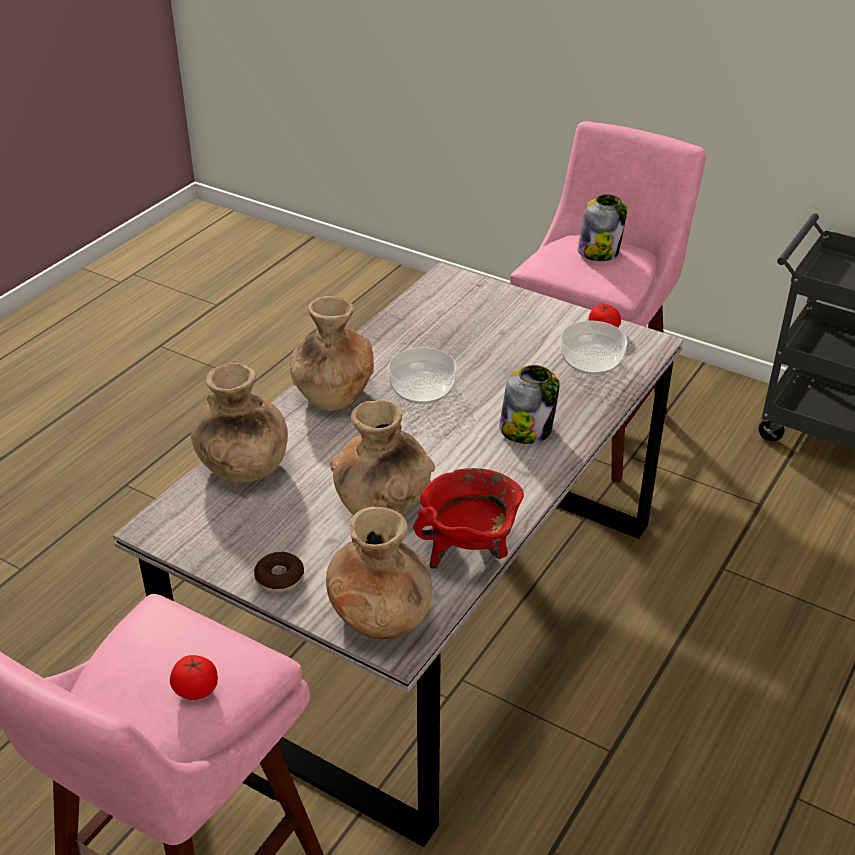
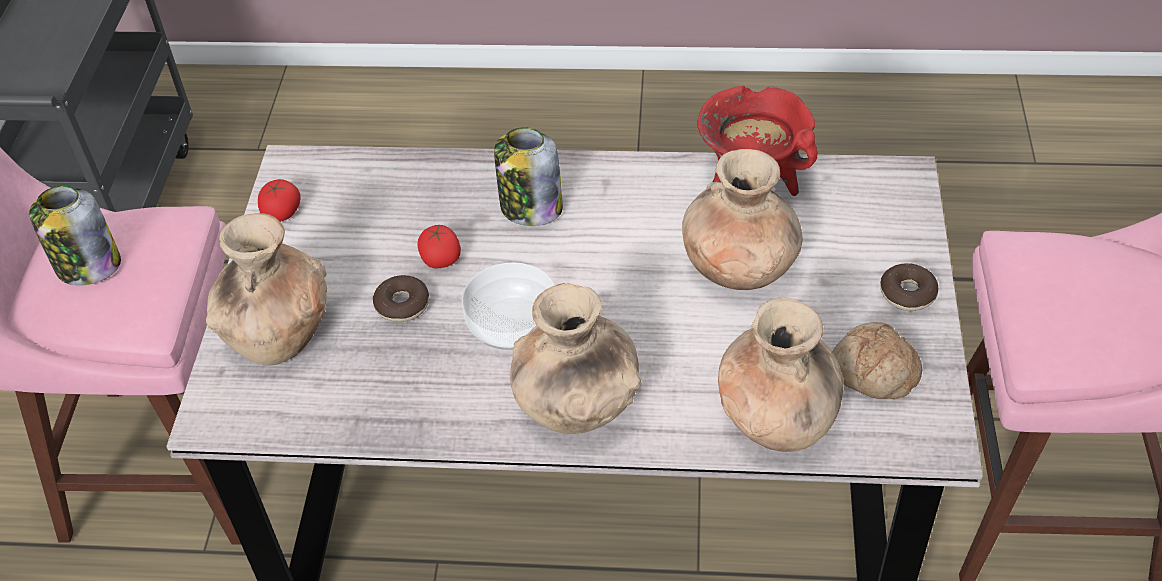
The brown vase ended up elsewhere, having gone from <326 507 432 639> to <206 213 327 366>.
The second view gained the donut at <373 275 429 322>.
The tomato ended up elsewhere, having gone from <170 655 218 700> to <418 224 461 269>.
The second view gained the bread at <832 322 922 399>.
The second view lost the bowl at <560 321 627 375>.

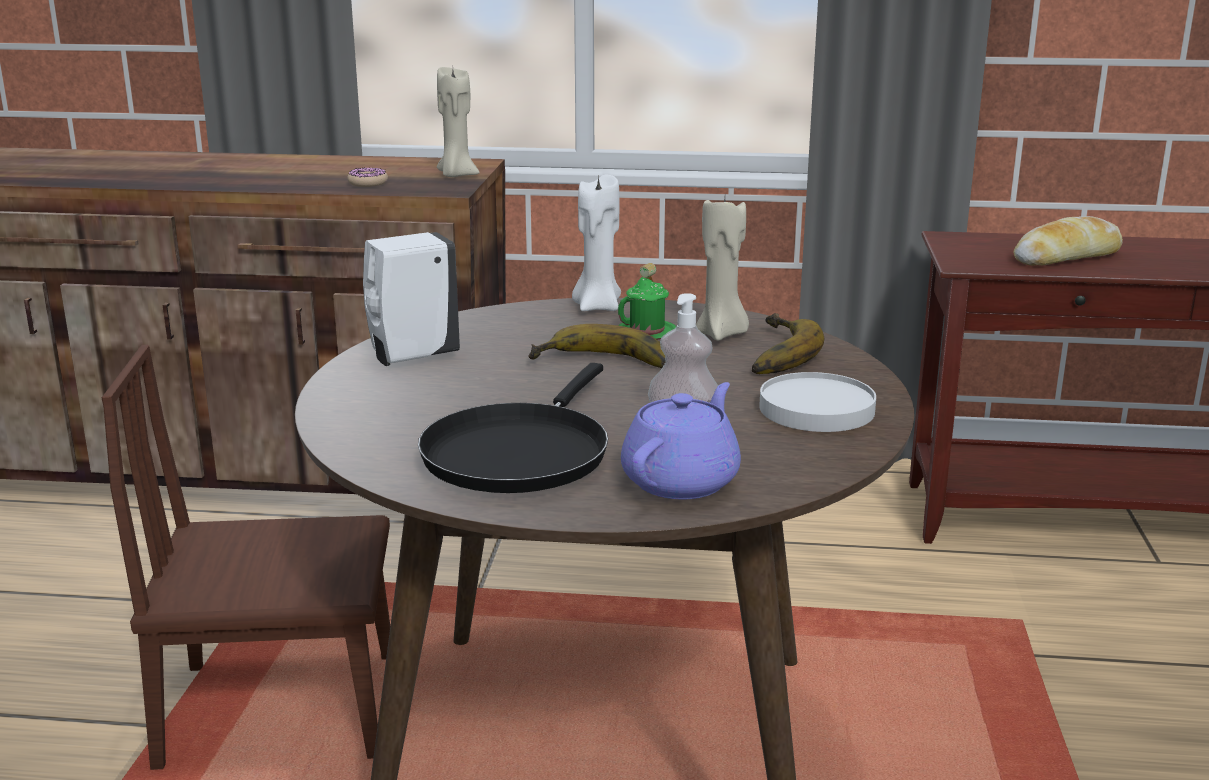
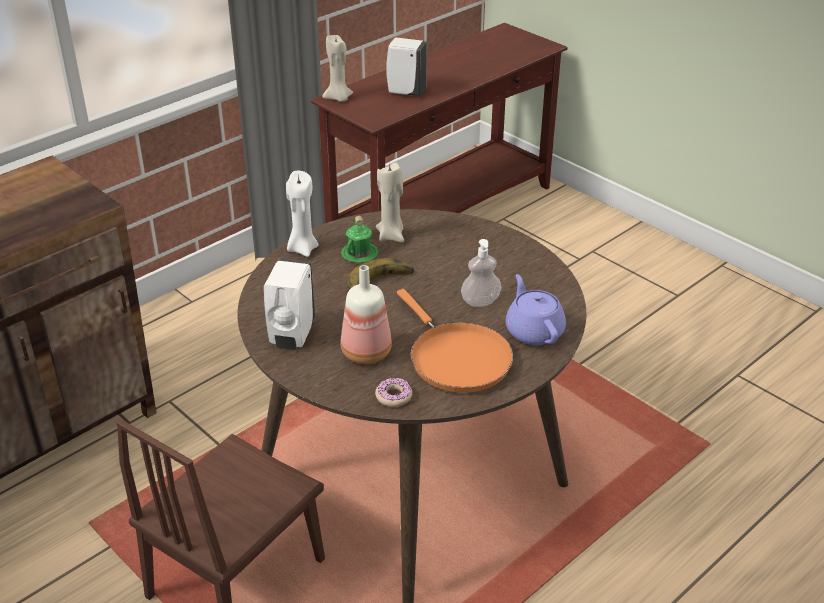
The beige candle ended up elsewhere, having gone from <437 67 480 177> to <322 35 353 102>.
The second view gained the bottle at <341 265 392 364>.
The donut ended up elsewhere, having gone from <347 167 388 187> to <375 377 412 407>.
Where the bread stood at <1013 216 1123 266>, the white soap dispenser came to stand at <386 37 427 96>.
What was the black frying pan at <418 363 608 493> turned into the orange frying pan at <397 289 513 393>.
The second view lost the banana at <752 313 824 374>.
The second view lost the white plate at <759 372 876 432>.

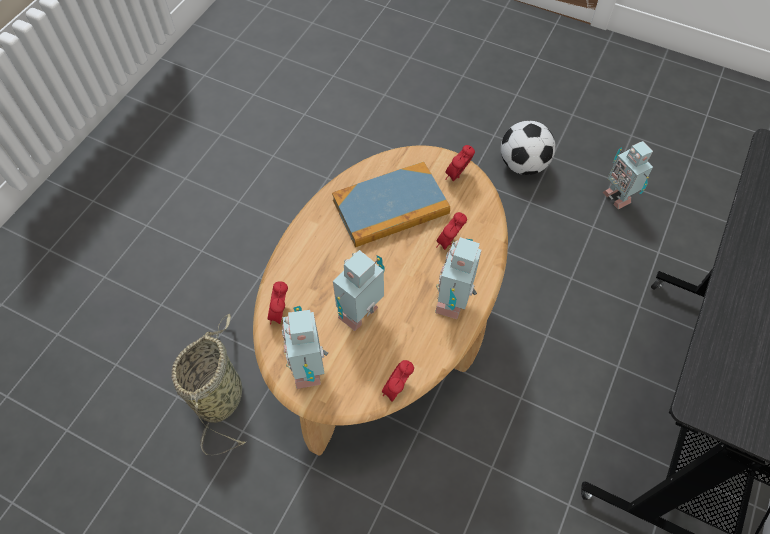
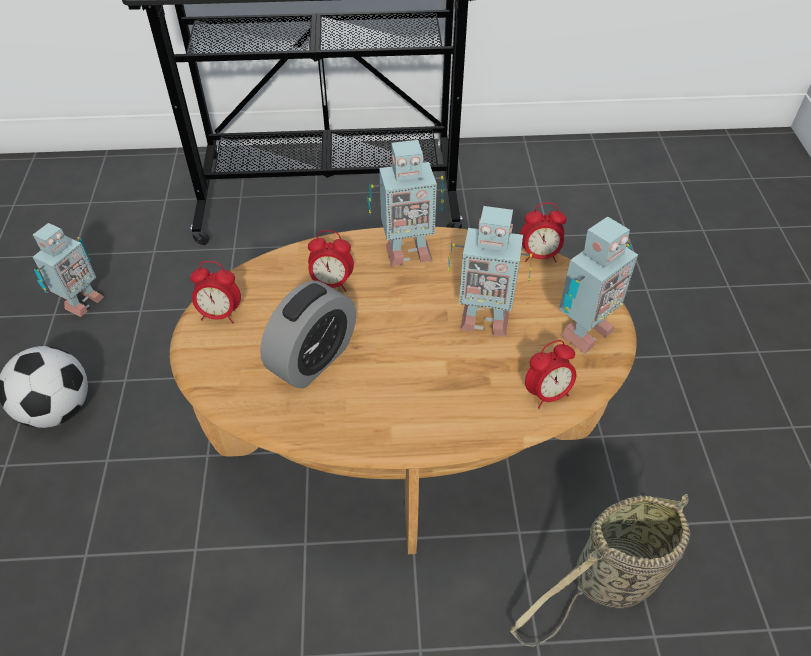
Where the book stood at <332 162 450 247>, the alarm clock came to stand at <260 281 356 389>.

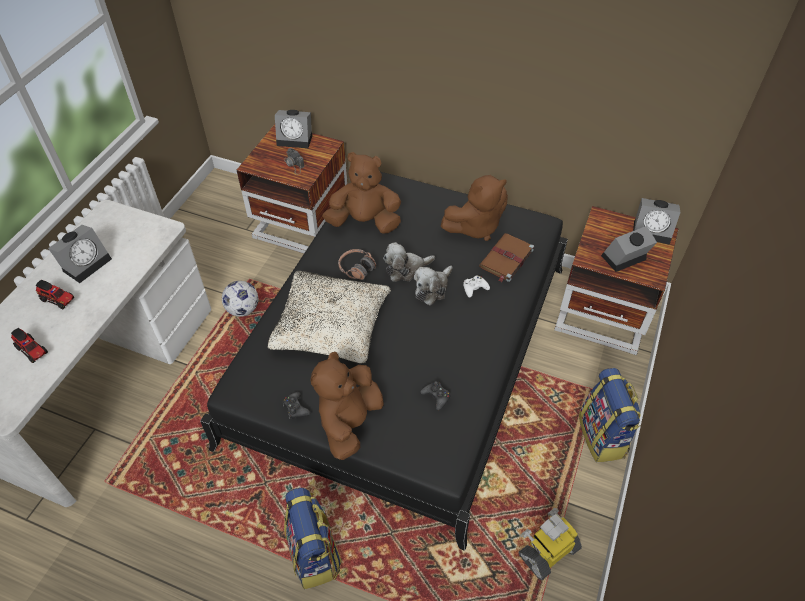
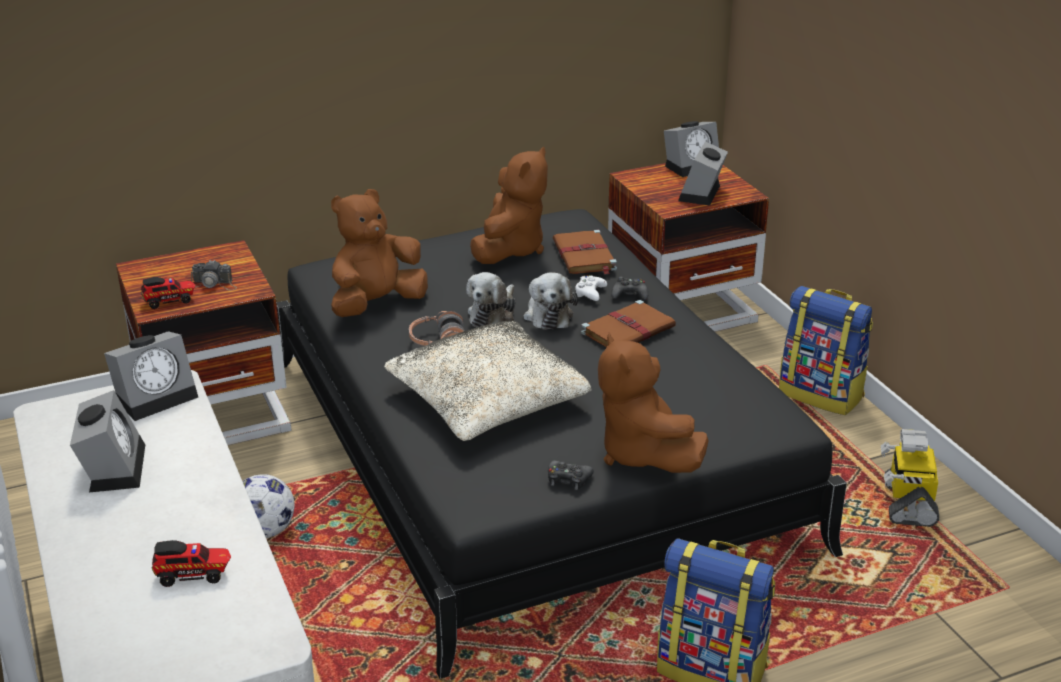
The alarm clock ended up elsewhere, having gone from <275 110 313 148> to <104 331 198 421>.
The toy truck ended up elsewhere, having gone from <35 280 74 309> to <141 277 195 309>.
The second view gained the brown book at <581 300 676 348>.
The black game controller ended up elsewhere, having gone from <421 381 450 410> to <611 276 648 300>.

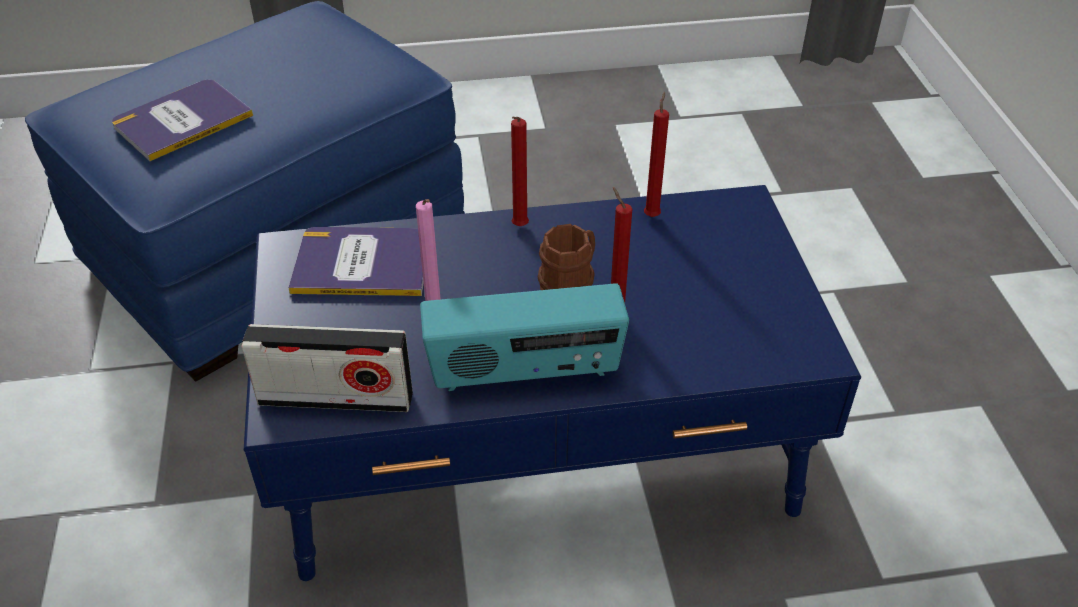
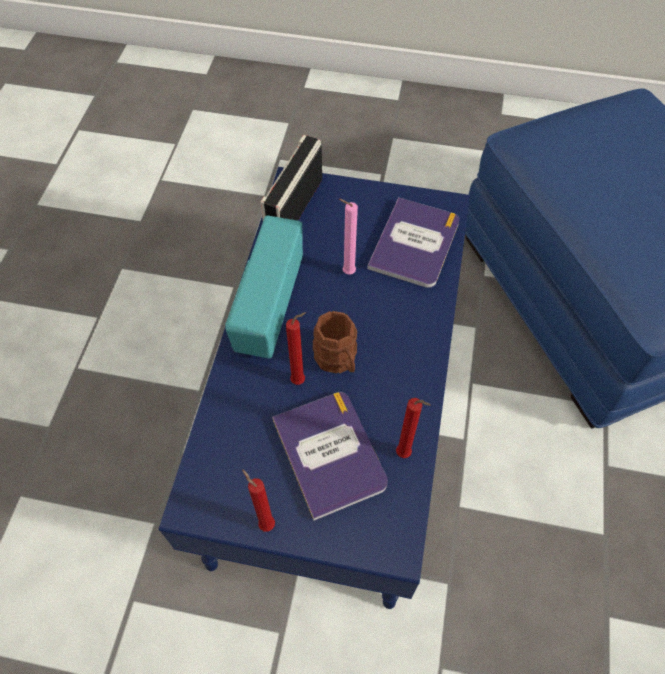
The red candle ended up elsewhere, having gone from <511 117 529 226> to <242 469 275 532>.
The book ended up elsewhere, having gone from <112 80 253 161> to <272 392 388 521>.

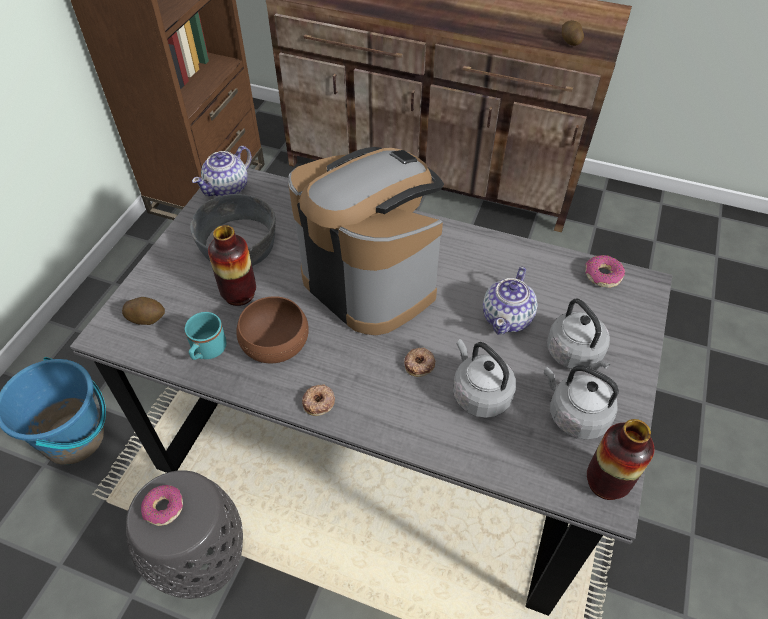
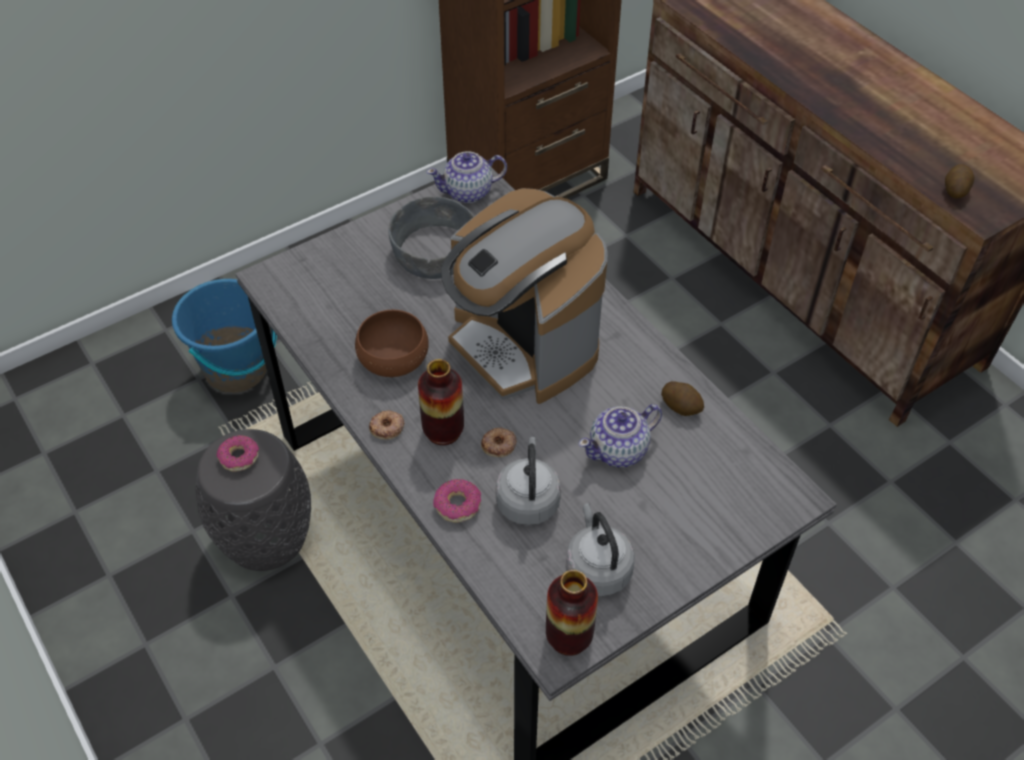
The vase ended up elsewhere, having gone from <208 225 256 306> to <418 359 464 445>.
The donut ended up elsewhere, having gone from <585 255 625 288> to <433 479 481 523>.
The coffee machine at <288 147 444 335> ended up facing another way, 150 degrees clockwise from before.
The potato ended up elsewhere, having gone from <122 297 165 325> to <661 381 704 416>.
The second view lost the turquoise mug at <184 312 226 360>.
The second view lost the grey kettle at <547 298 610 370>.

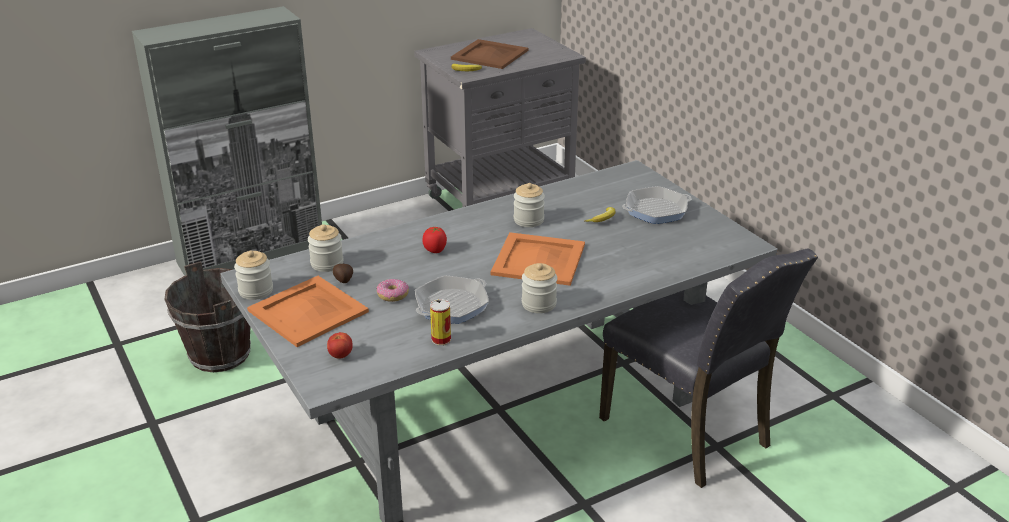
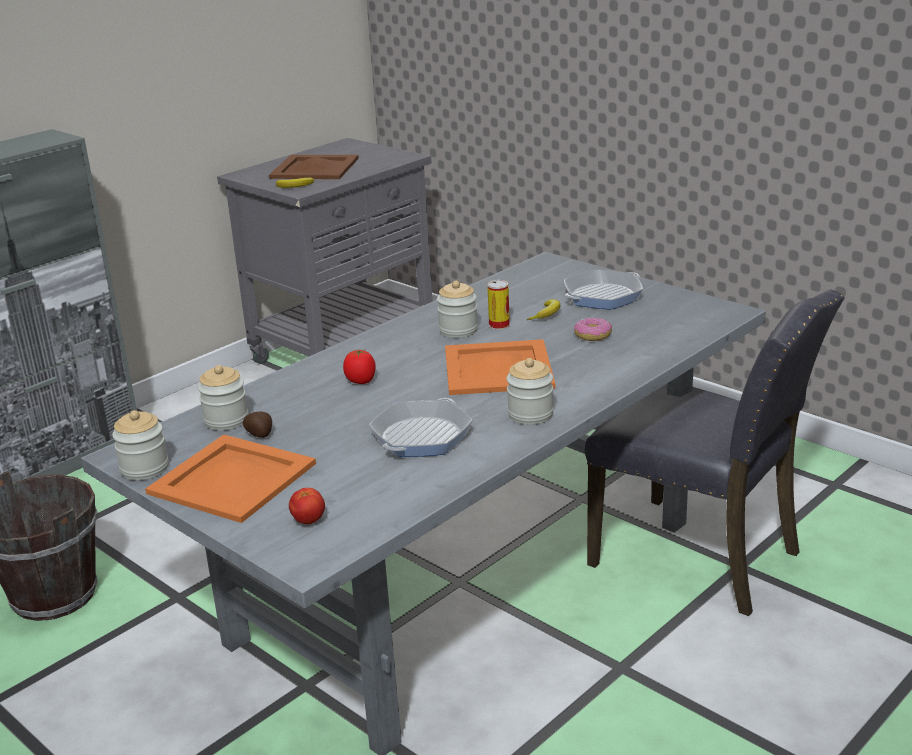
The can ended up elsewhere, having gone from <430 299 451 346> to <487 280 510 330>.
The donut ended up elsewhere, having gone from <377 279 409 302> to <574 318 612 341>.

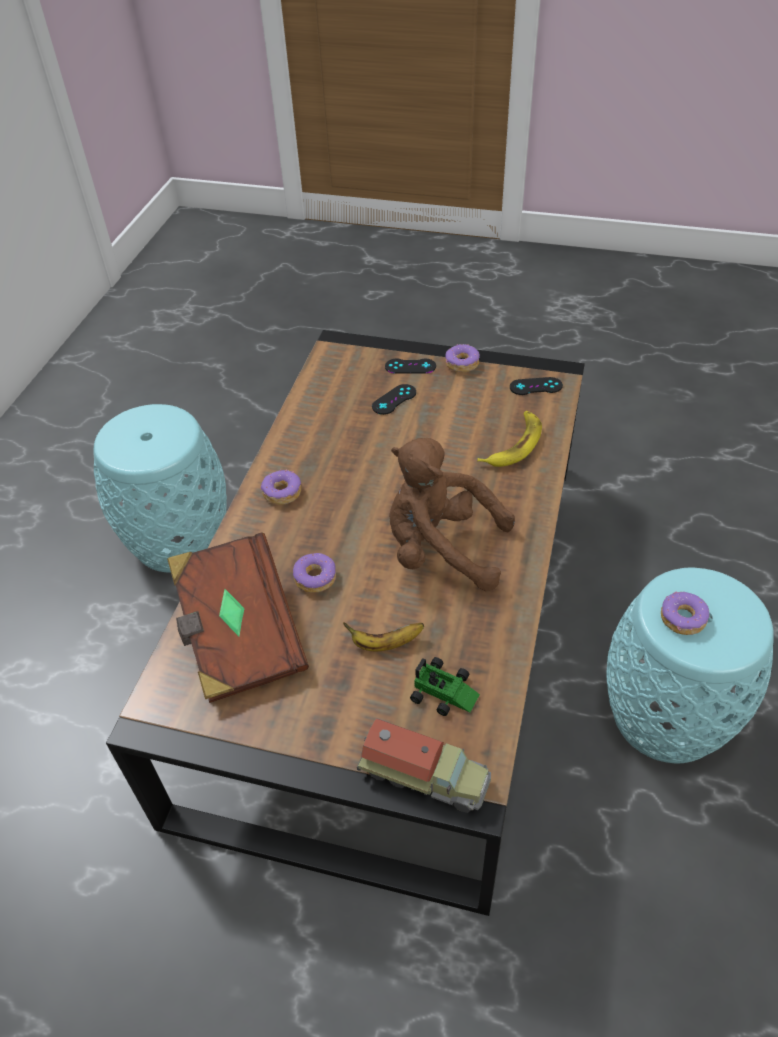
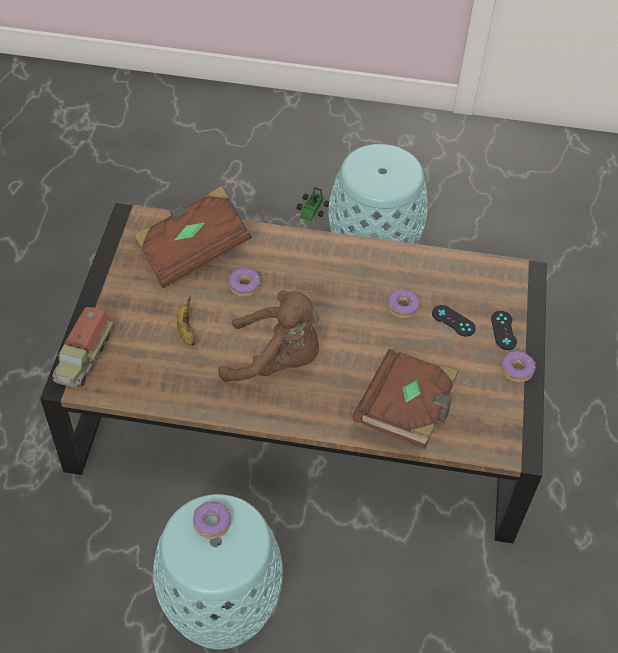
The brown plush toy at <389 438 515 591> ended up facing another way, 90 degrees clockwise from before.
The toy car ended up elsewhere, having gone from <410 657 480 716> to <297 187 329 222>.
Where the banana stood at <477 411 542 467>, the brown book came to stand at <353 349 458 449>.
The donut ended up elsewhere, having gone from <260 469 301 505> to <388 289 420 318>.
The second view lost the black game controller at <510 377 563 395>.

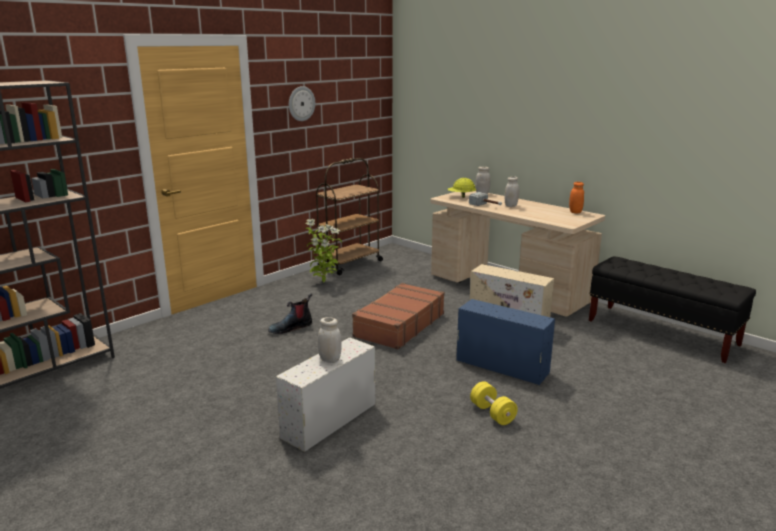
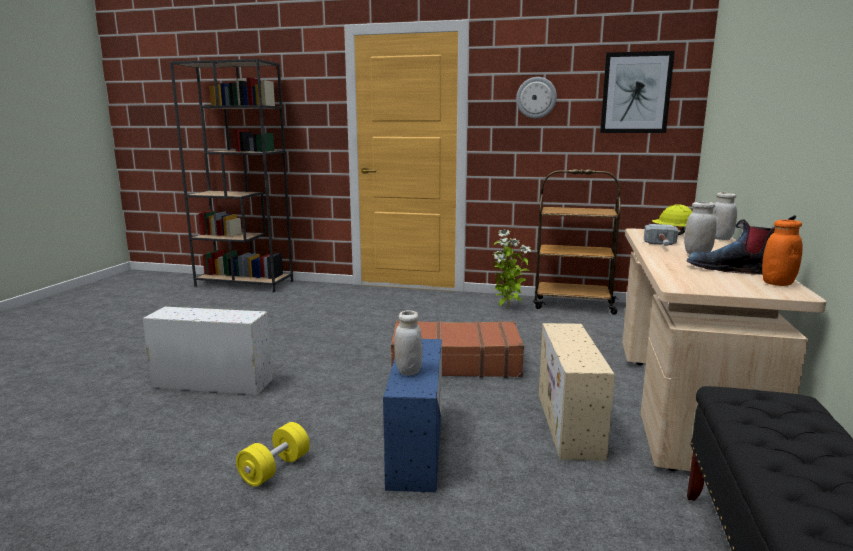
The white jar ended up elsewhere, having gone from <318 317 342 363> to <394 310 422 376>.
The second view gained the picture at <600 51 675 133>.
The boot ended up elsewhere, having gone from <268 293 312 334> to <687 215 796 275>.

